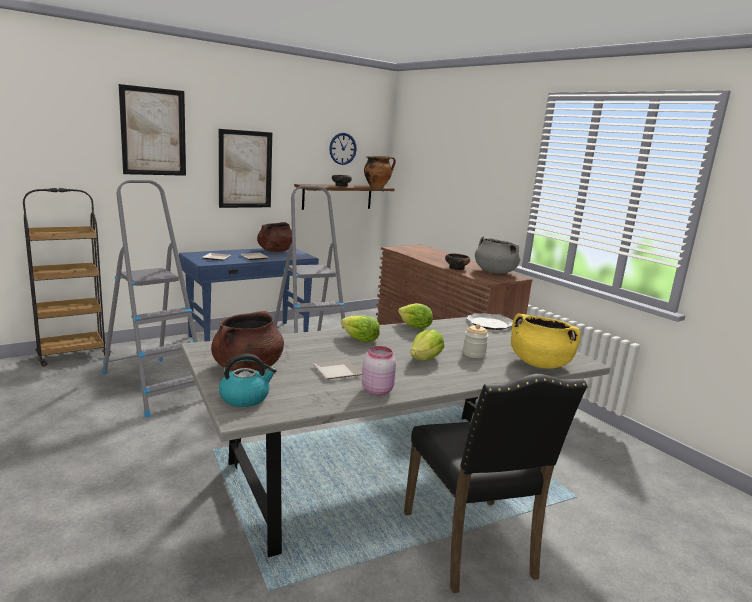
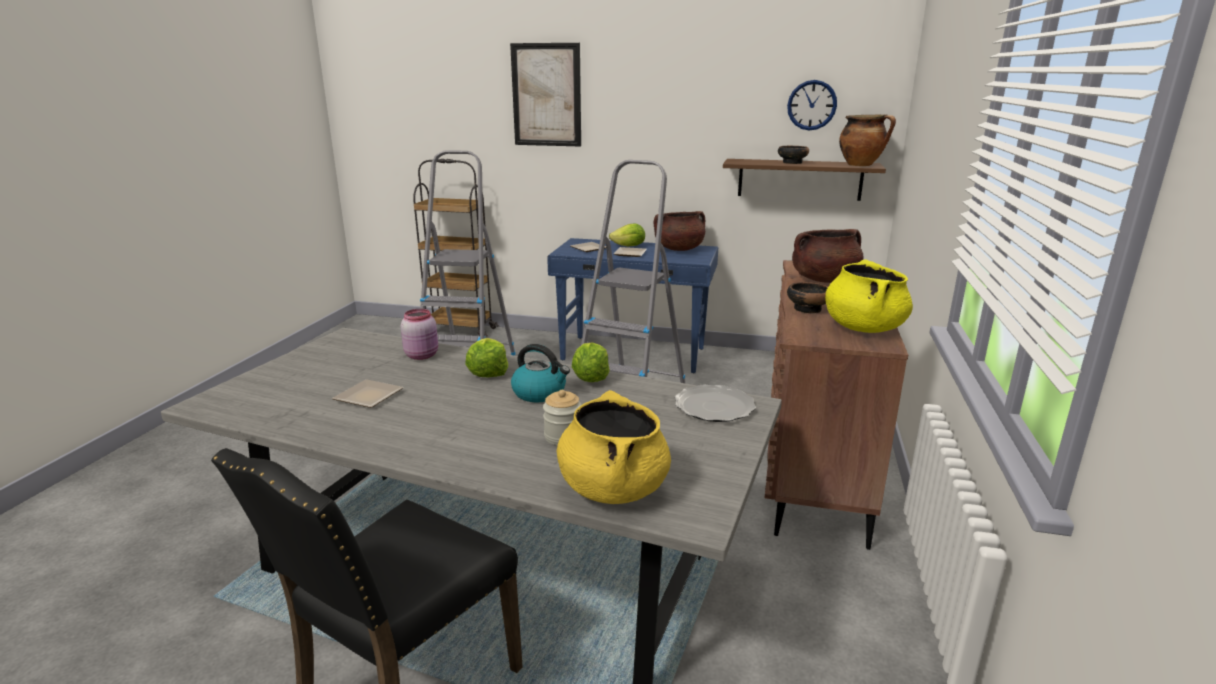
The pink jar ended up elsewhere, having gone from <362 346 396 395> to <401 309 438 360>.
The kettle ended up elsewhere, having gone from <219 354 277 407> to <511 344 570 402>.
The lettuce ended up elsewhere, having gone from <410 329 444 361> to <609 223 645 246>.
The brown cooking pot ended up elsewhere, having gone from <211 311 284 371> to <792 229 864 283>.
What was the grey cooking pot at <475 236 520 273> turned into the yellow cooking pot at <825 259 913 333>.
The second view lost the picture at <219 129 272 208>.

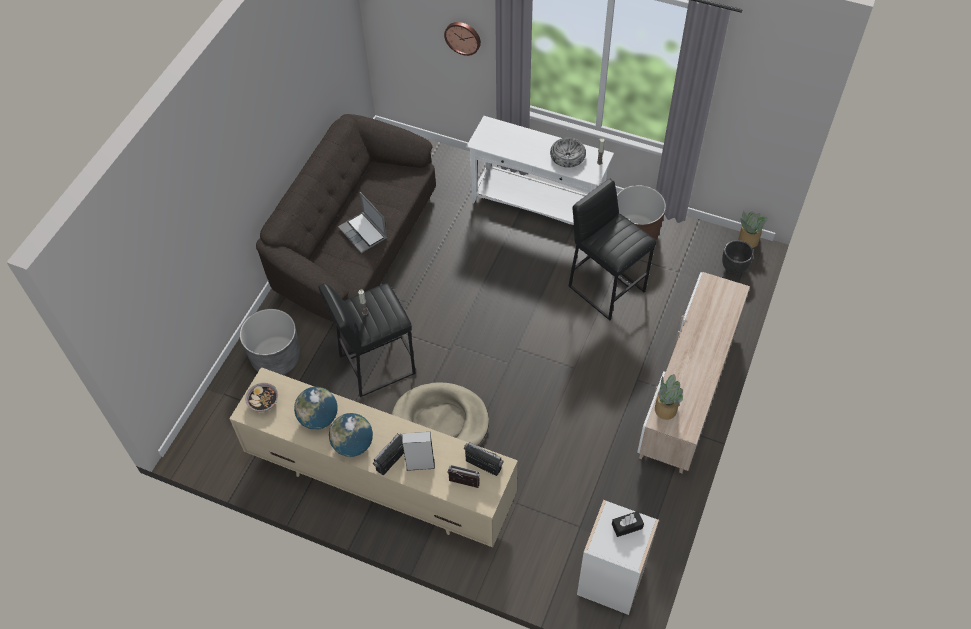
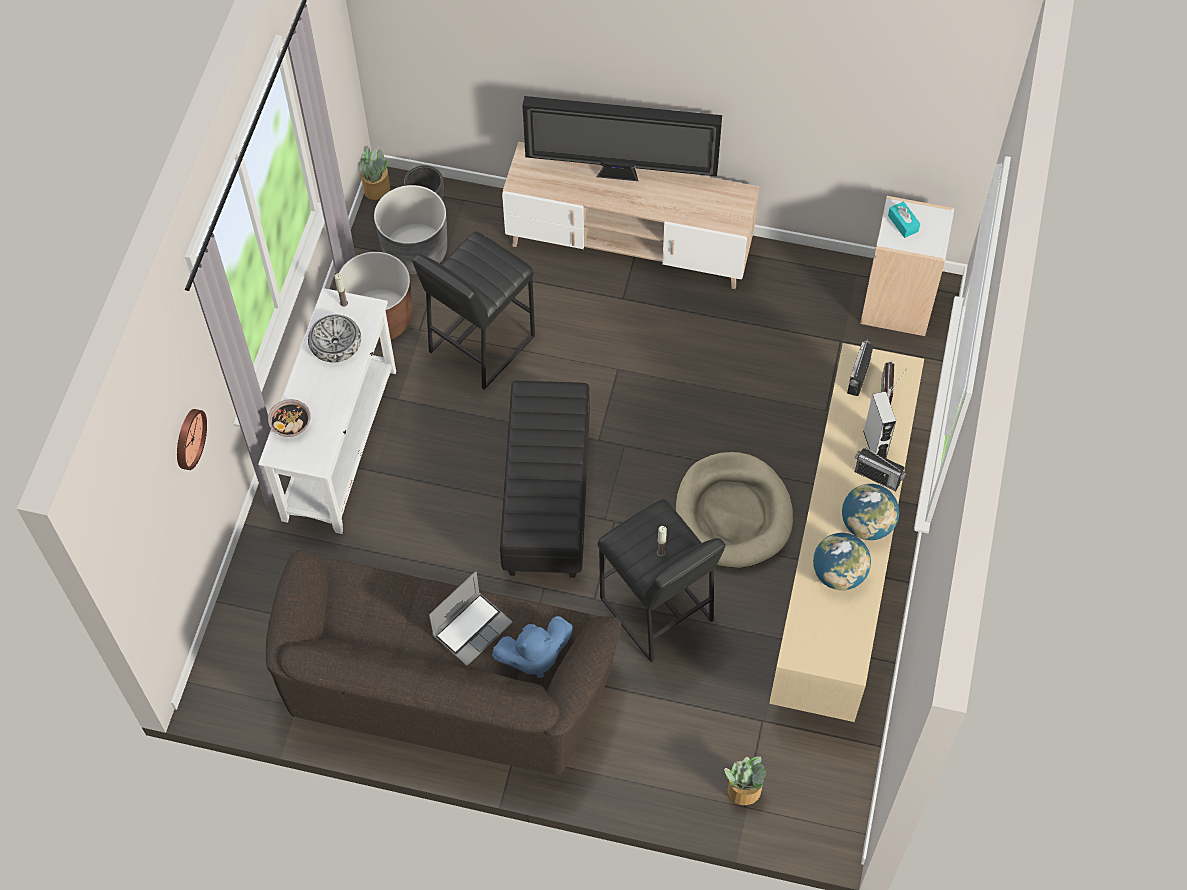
The bowl ended up elsewhere, having gone from <245 383 278 412> to <268 399 311 437>.
The grey planter ended up elsewhere, having gone from <240 309 300 375> to <374 185 447 274>.
The second view gained the blue plush toy at <492 616 573 678>.
The second view gained the black ottoman at <500 381 590 578>.
The second view gained the television at <522 96 722 181>.
The potted plant ended up elsewhere, having gone from <655 374 683 420> to <724 756 766 805>.
What was the black tissue box at <612 511 644 537> turned into the turquoise tissue box at <888 201 920 238>.

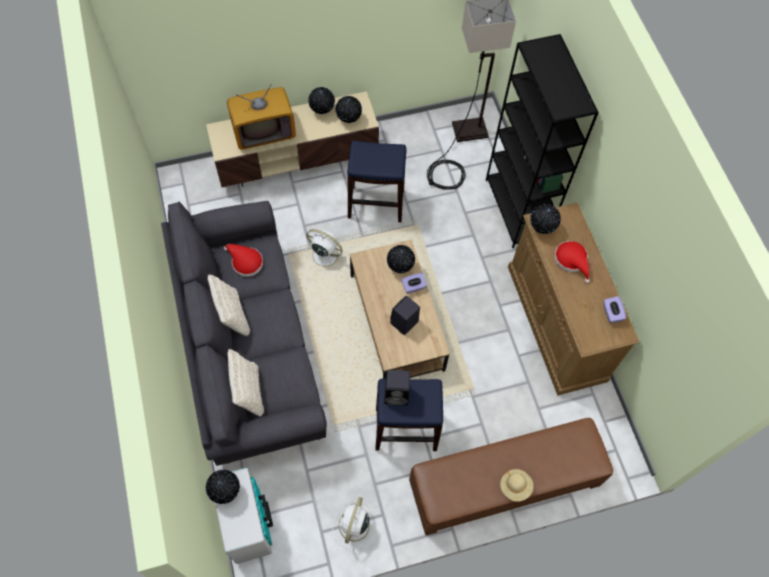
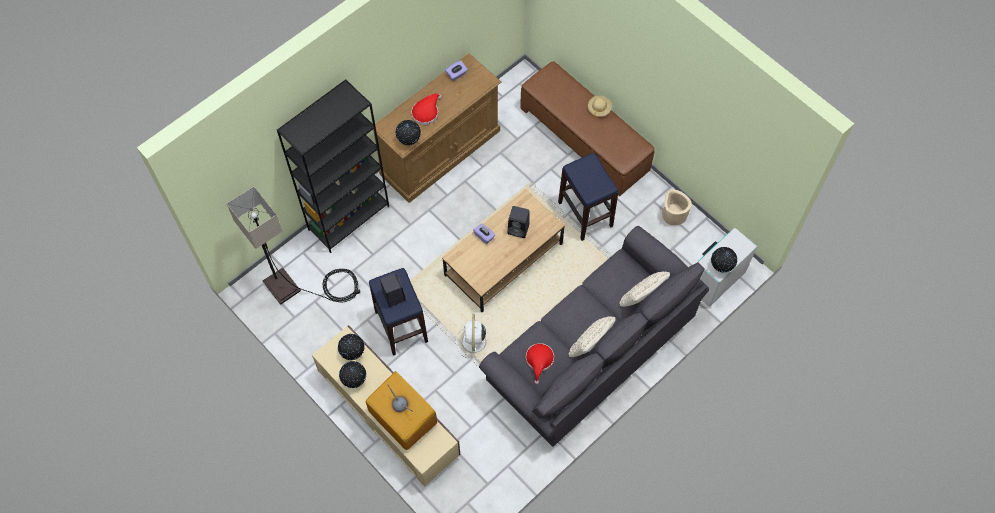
The black speaker ended up elsewhere, having gone from <384 370 410 405> to <380 272 406 307>.
Where the white fan stood at <332 497 375 550>, the beige planter came to stand at <662 189 692 225>.
The second view lost the globe at <387 245 415 273>.

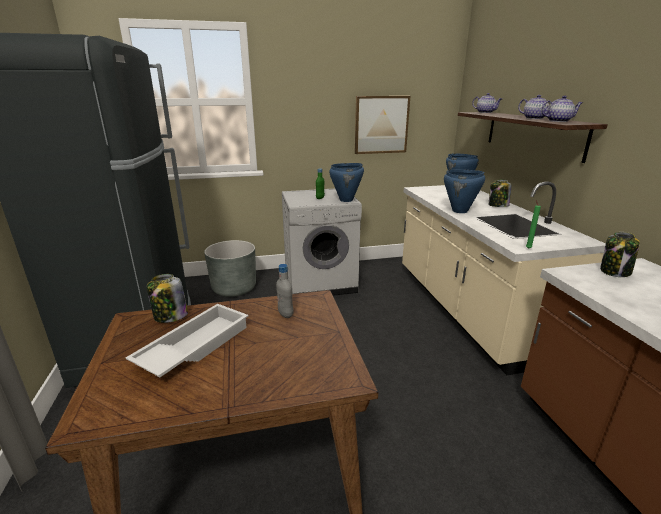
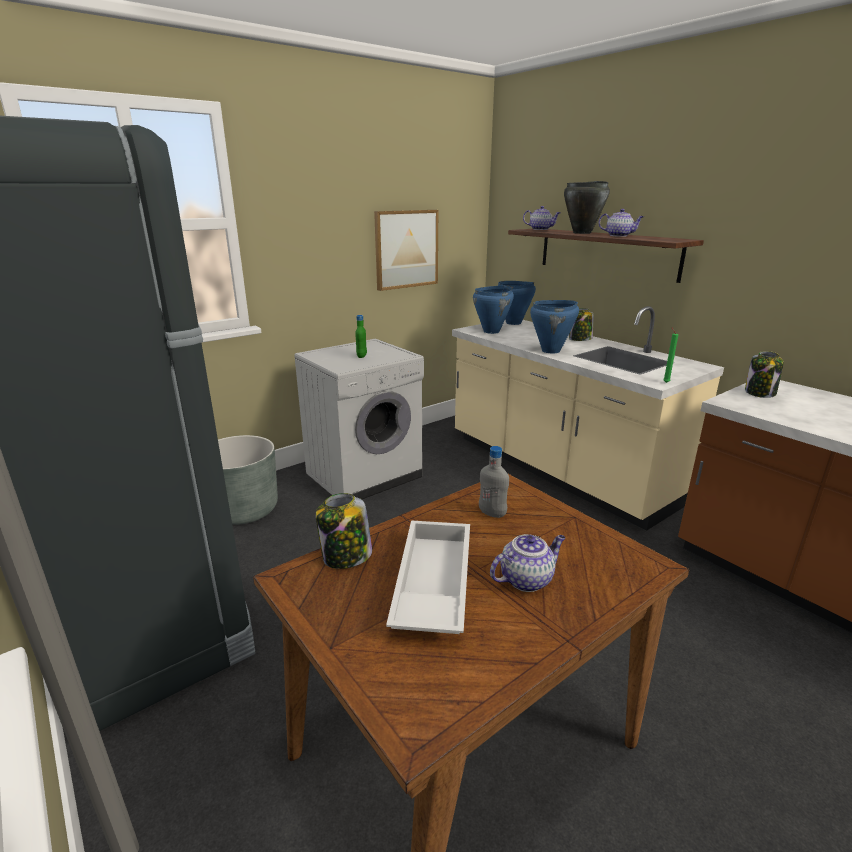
The blue cooking pot ended up elsewhere, having gone from <329 163 364 202> to <473 286 514 334>.
The teapot ended up elsewhere, having gone from <541 95 583 122> to <490 534 565 592>.
The second view gained the black cooking pot at <564 181 610 234>.

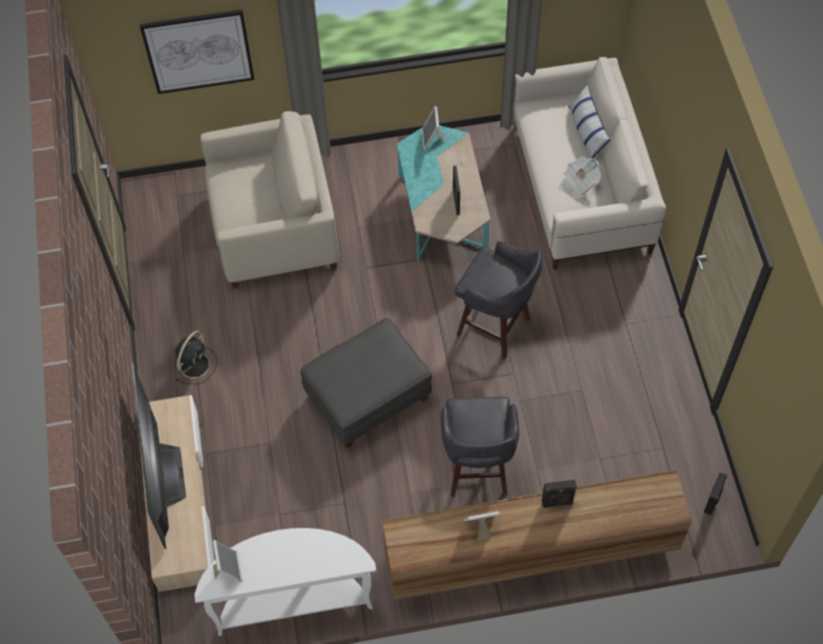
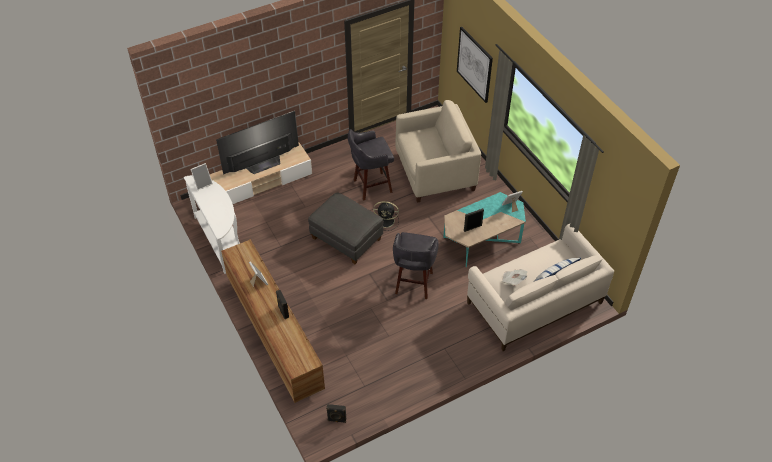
The grey stool ended up elsewhere, having gone from <441 397 519 497> to <348 129 394 201>.
The black fan ended up elsewhere, having gone from <175 330 217 385> to <373 201 399 231>.
The beige armchair at <200 111 339 288> ended up facing another way, 75 degrees counterclockwise from before.

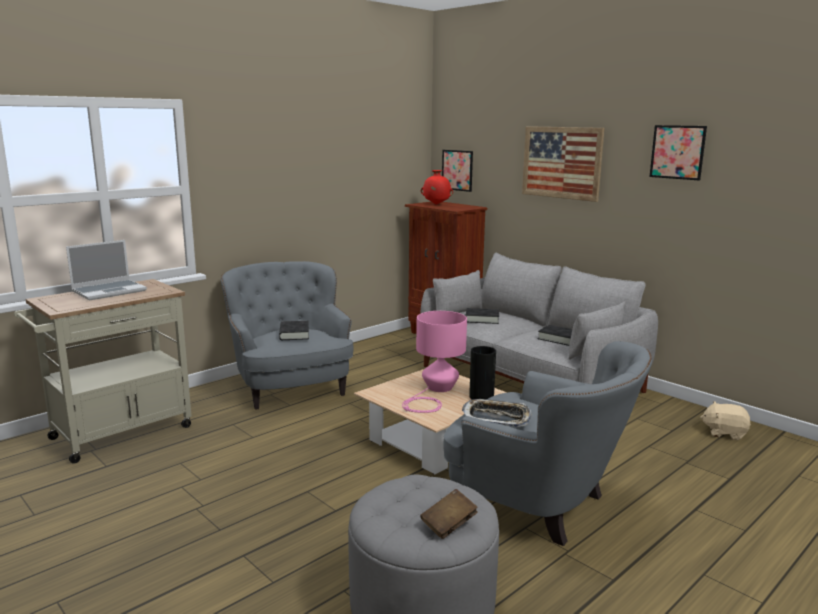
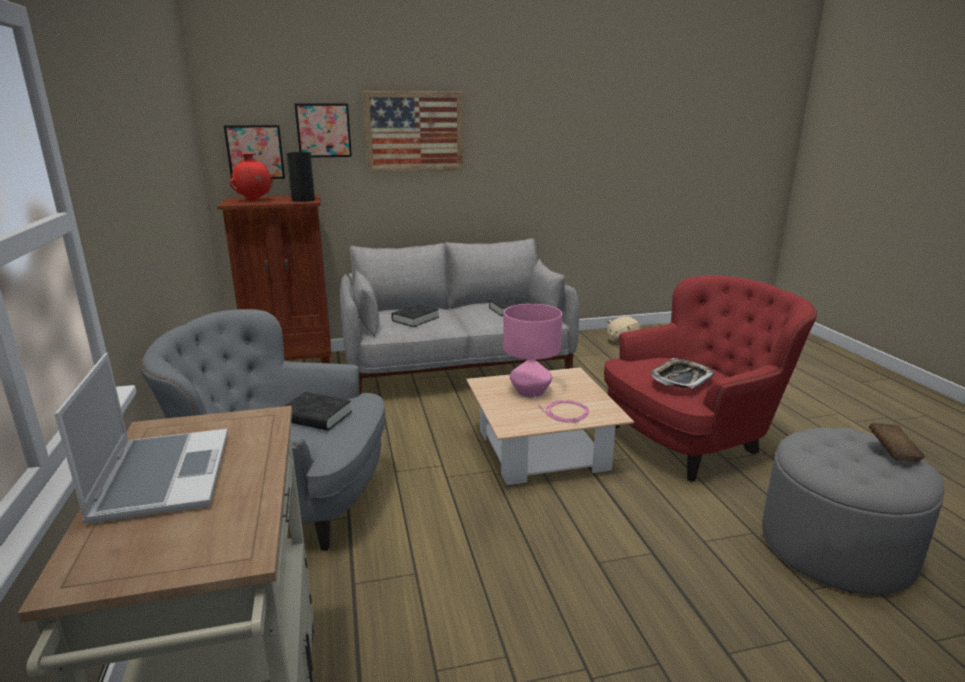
The vase ended up elsewhere, having gone from <469 346 496 399> to <286 152 315 202>.
The picture ended up elsewhere, having gone from <650 125 707 180> to <294 103 352 158>.
What was the grey armchair at <443 341 652 546> turned into the red armchair at <604 275 817 482>.

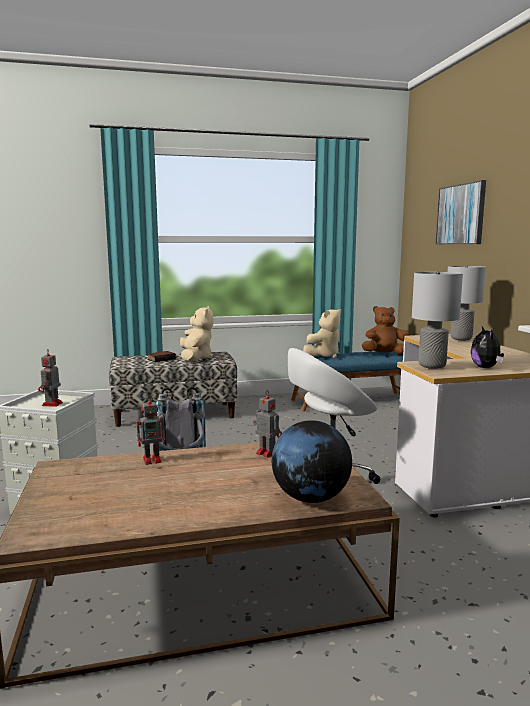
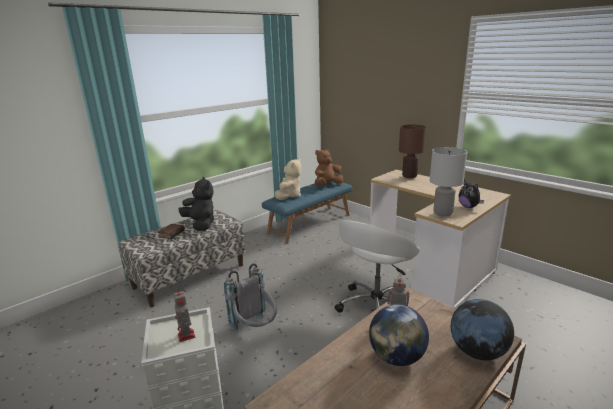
What was the beige plush toy at <180 306 213 362> turned into the black plush toy at <179 177 214 231>.
The second view gained the globe at <369 304 429 366>.
What was the grey table lamp at <448 265 486 341> turned into the brown table lamp at <399 125 426 178>.
The second view lost the toy robot at <136 395 166 465>.
The second view lost the picture at <436 180 486 244>.

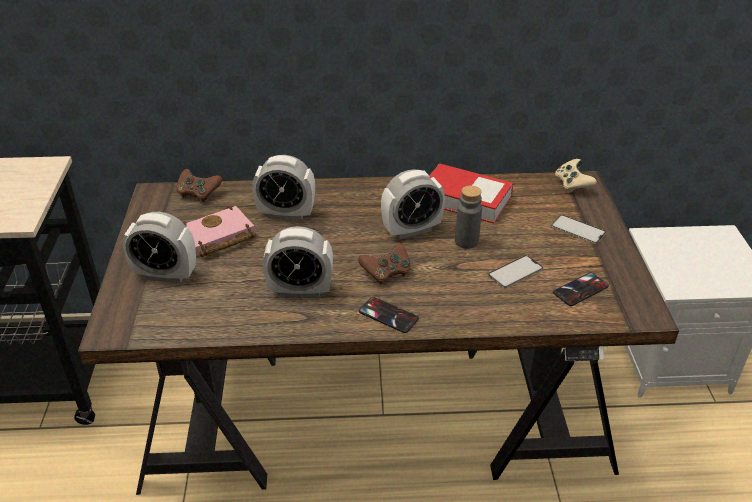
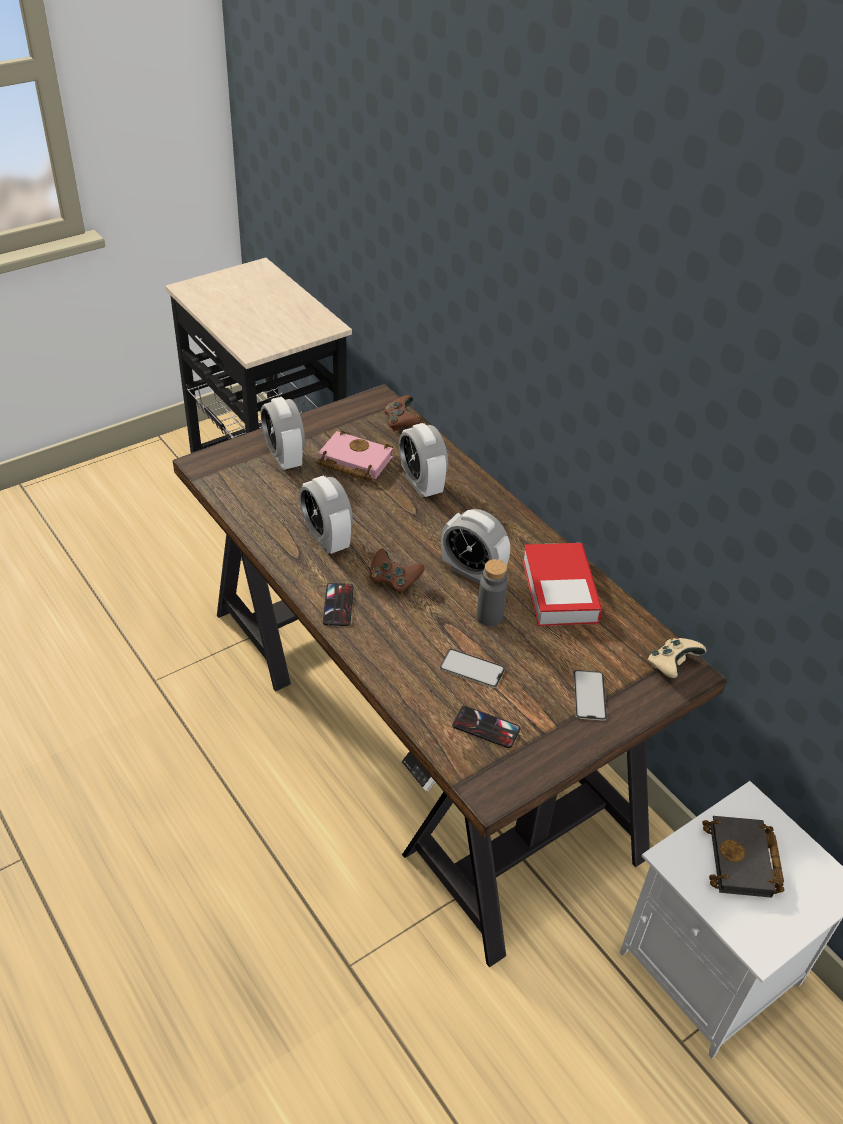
The second view gained the black book at <702 816 784 898>.

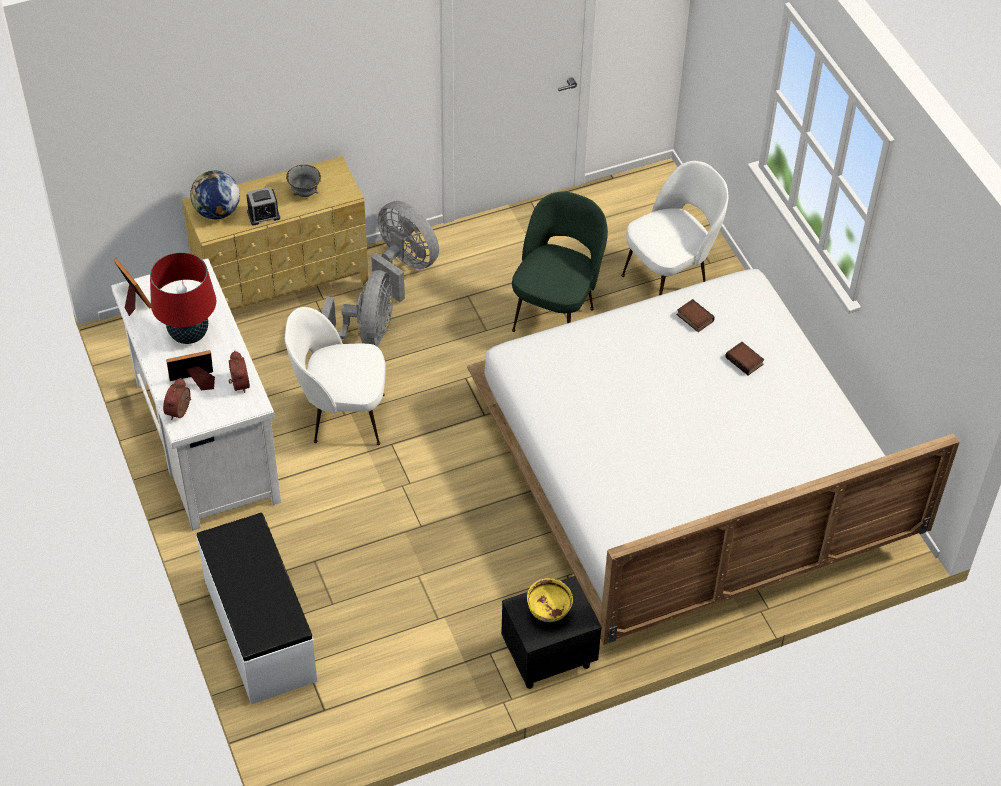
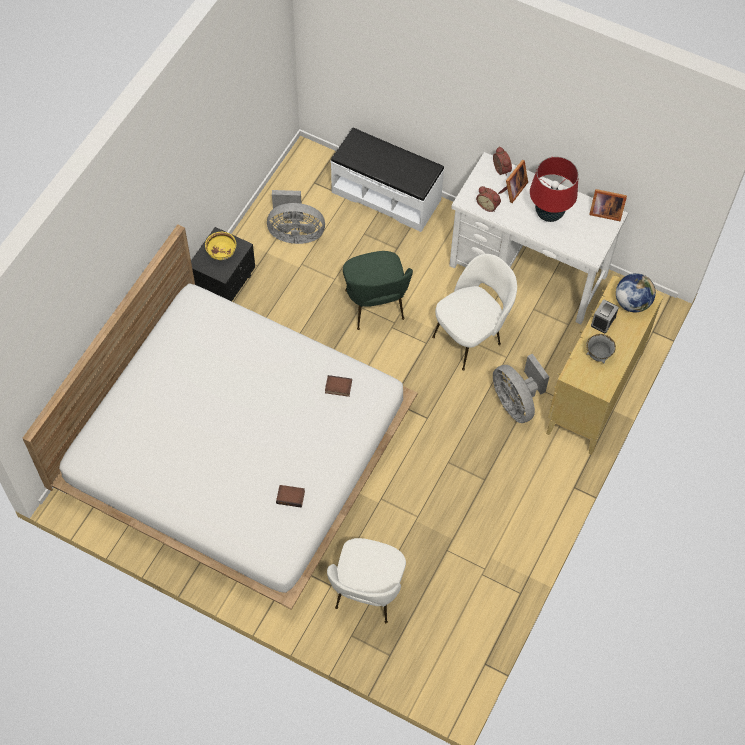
The grey fan ended up elsewhere, having gone from <371 201 439 302> to <267 190 325 244>.
The book ended up elsewhere, having gone from <725 342 764 375> to <325 375 352 397>.
The green chair ended up elsewhere, having gone from <512 191 608 332> to <343 251 413 330>.

